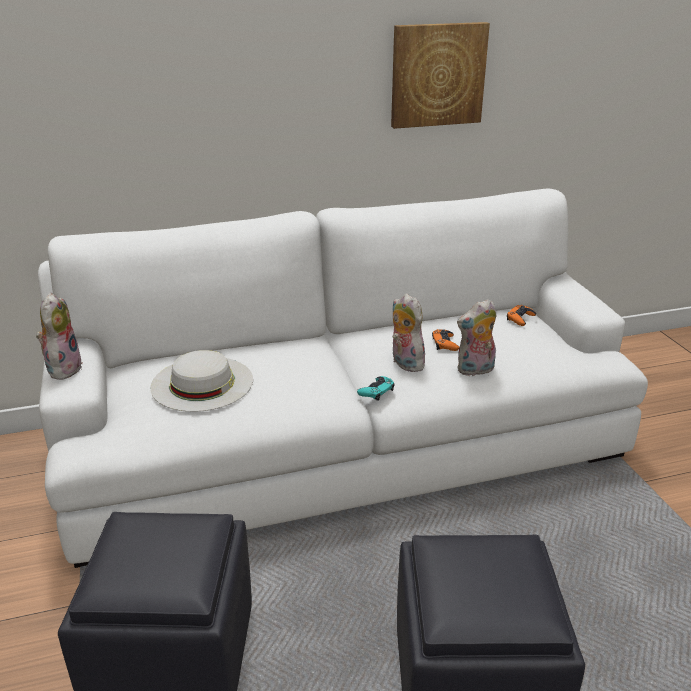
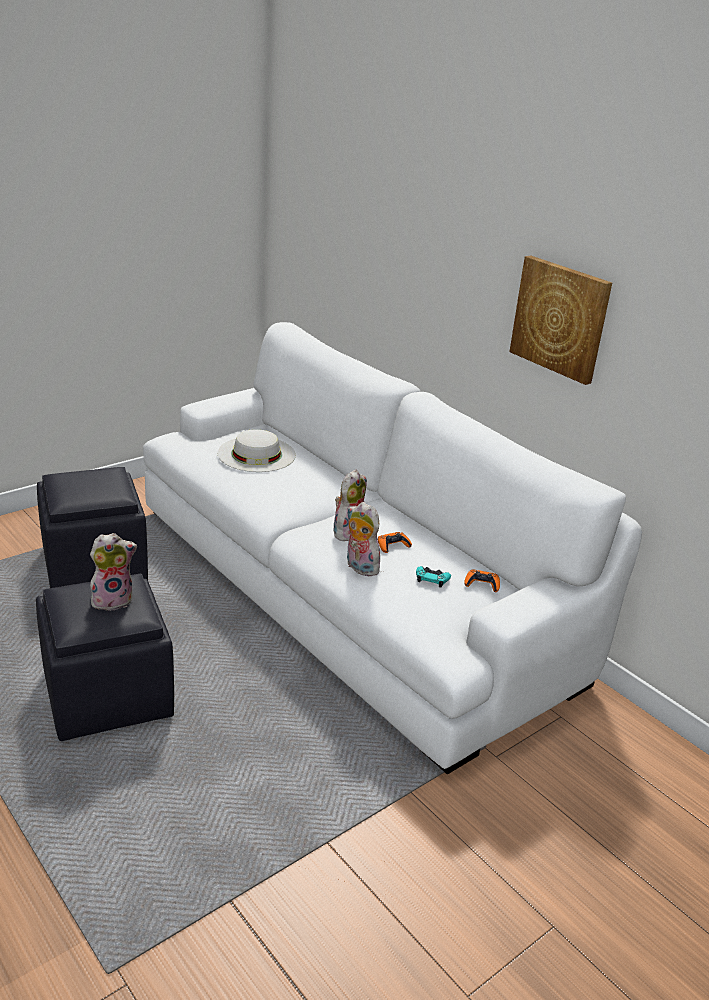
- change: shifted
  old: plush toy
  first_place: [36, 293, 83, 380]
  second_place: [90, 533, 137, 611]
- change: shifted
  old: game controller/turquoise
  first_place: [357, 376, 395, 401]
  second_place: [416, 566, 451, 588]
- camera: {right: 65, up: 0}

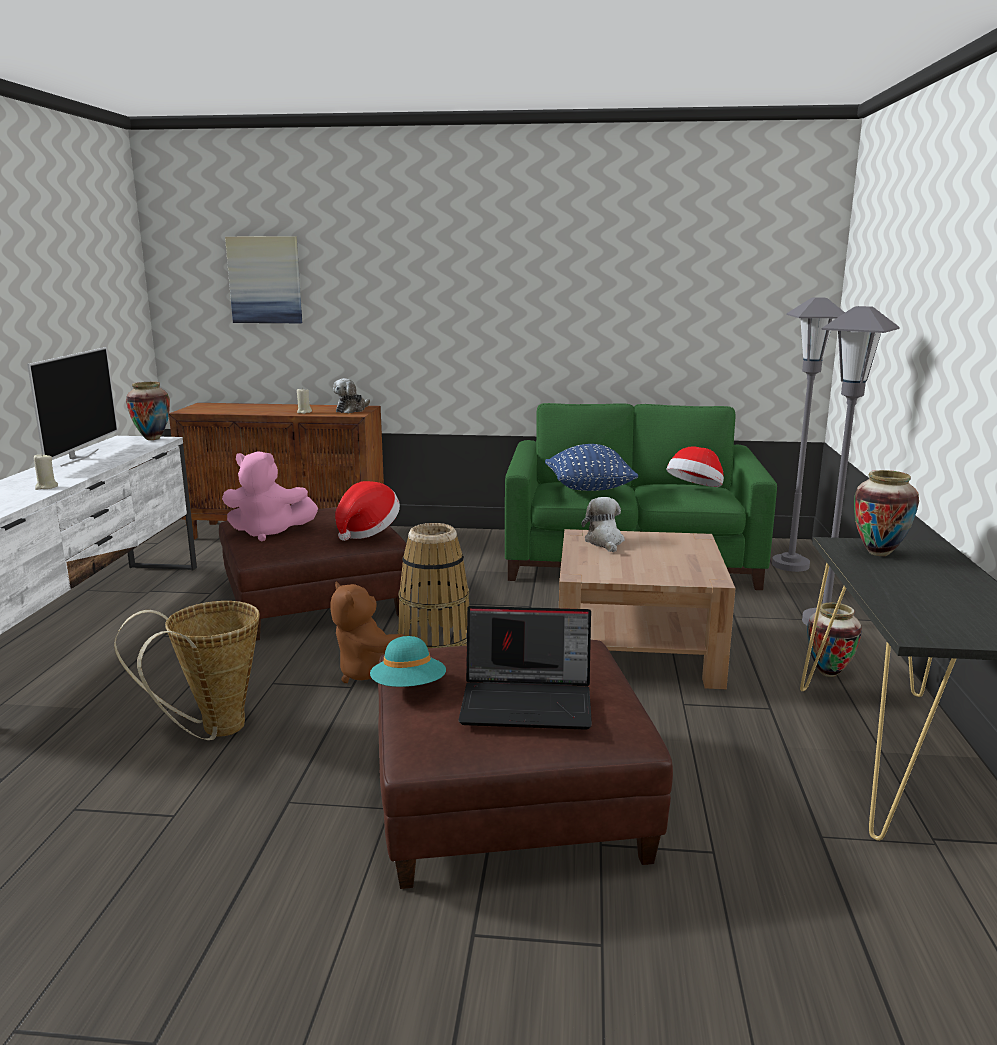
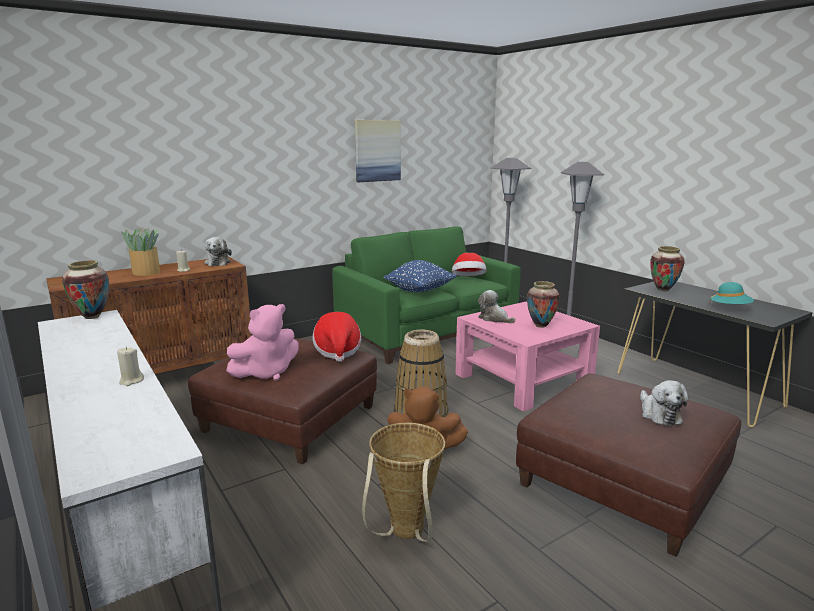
- change: gone
  old: television
  first_place: [27, 347, 118, 467]
- change: new
  new: potted plant
  second_place: [121, 228, 160, 276]
- change: shifted
  old: picture
  first_place: [225, 236, 302, 323]
  second_place: [355, 120, 401, 182]
- change: shifted
  old: hat/turquoise
  first_place: [370, 636, 446, 687]
  second_place: [709, 282, 754, 304]
- change: shifted
  old: vase
  first_place: [807, 602, 862, 677]
  second_place: [527, 281, 560, 328]
- change: swapped
  old: laptop
  new: plush toy
  first_place: [458, 606, 592, 730]
  second_place: [640, 380, 688, 425]
- change: repainted
  old: coffee table/brown
  new: coffee table/pink
  first_place: [559, 529, 736, 689]
  second_place: [455, 301, 600, 412]
- camera: {right: -40, up: 0}

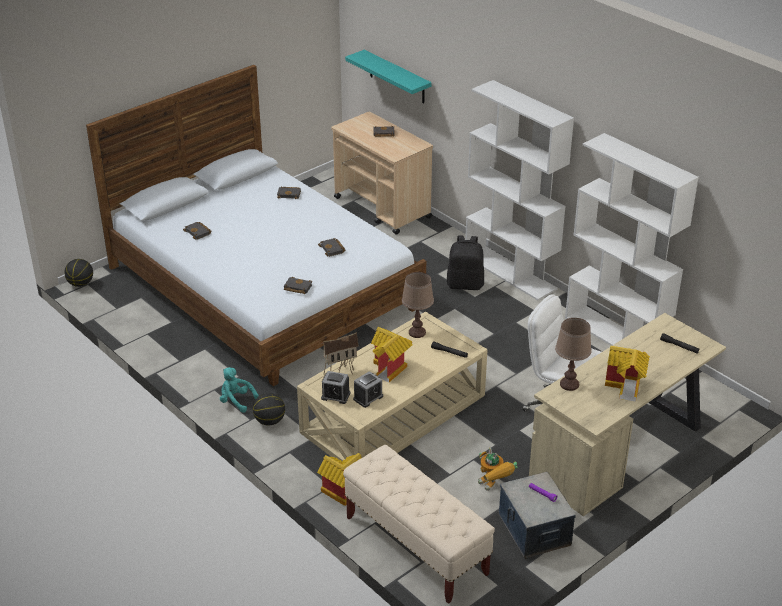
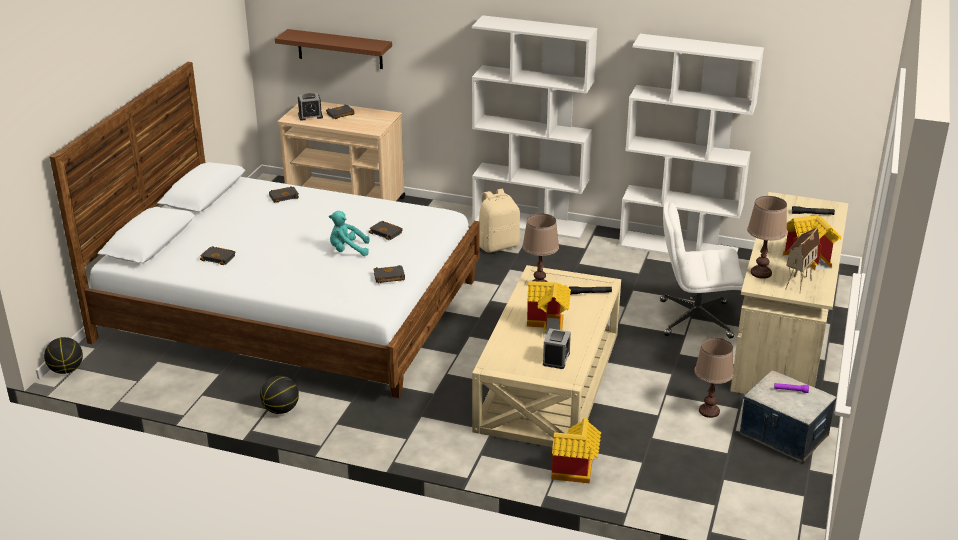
- change: gone
  old: bench/beige
  first_place: [343, 445, 495, 604]
- change: shifted
  old: plush toy/turquoise
  first_place: [220, 367, 259, 413]
  second_place: [329, 211, 370, 256]
- change: shifted
  old: basketball
  first_place: [253, 393, 285, 426]
  second_place: [260, 376, 299, 414]
- change: shifted
  old: toy house
  first_place: [321, 332, 358, 375]
  second_place: [785, 227, 820, 291]
- change: shifted
  old: alarm clock
  first_place: [321, 371, 350, 404]
  second_place: [298, 93, 323, 121]
- change: swapped
  old: toy robot
  new: table lamp/brown
  first_place: [478, 448, 518, 491]
  second_place: [694, 338, 734, 418]
- change: repainted
  old: shelf/turquoise
  new: shelf/brown
  first_place: [345, 50, 432, 104]
  second_place: [275, 29, 392, 69]
- change: repainted
  old: backpack/black
  new: backpack/beige
  first_place: [447, 235, 484, 290]
  second_place: [479, 189, 520, 253]
- camera: {right: -30, up: -5}

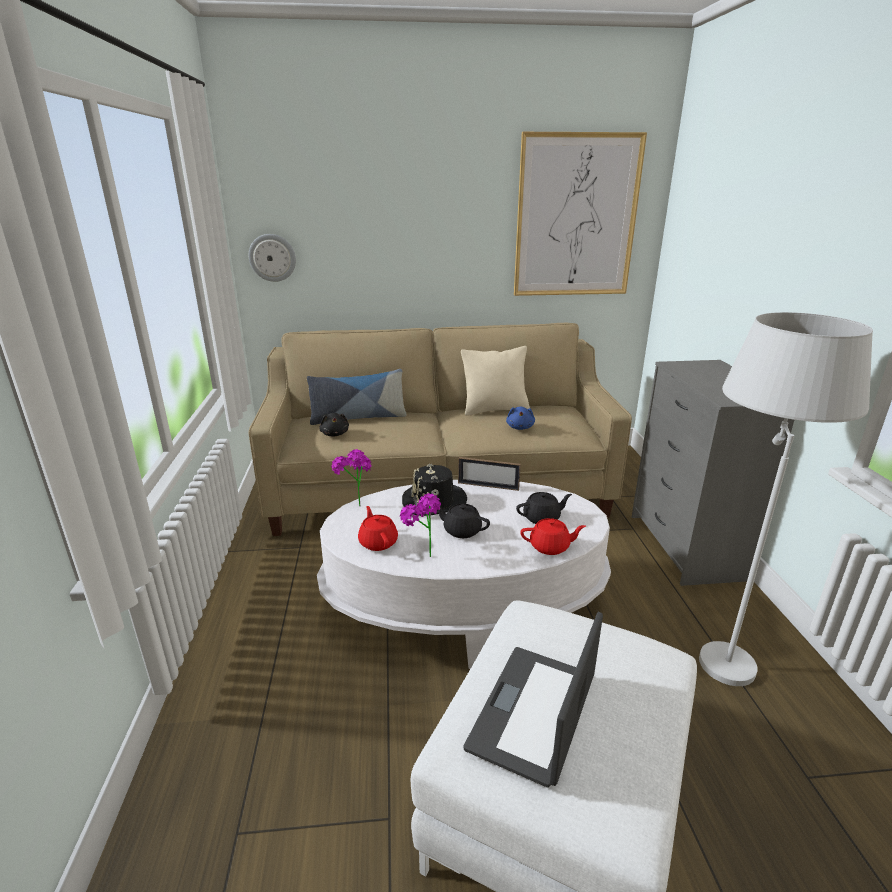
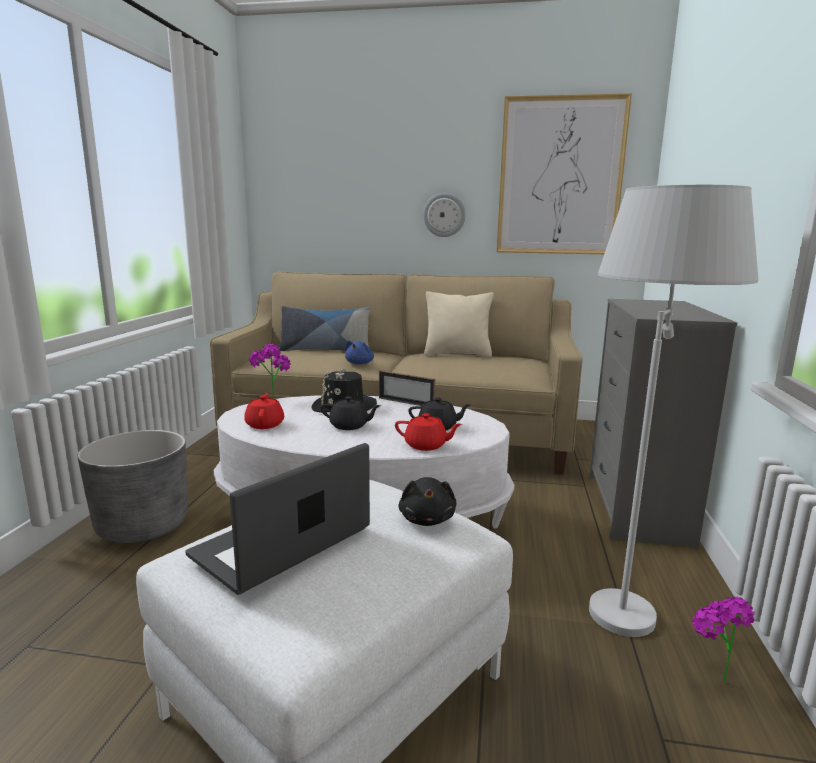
- change: new
  new: planter/grey
  second_place: [77, 430, 188, 543]
- change: shifted
  old: wall clock
  first_place: [249, 234, 296, 282]
  second_place: [423, 193, 466, 237]
- change: shifted
  old: plush toy/black
  first_place: [319, 413, 349, 437]
  second_place: [399, 477, 456, 526]
- change: shifted
  old: potted plant
  first_place: [400, 493, 441, 557]
  second_place: [692, 597, 755, 683]
- change: shifted
  old: plush toy/blue
  first_place: [506, 407, 535, 430]
  second_place: [345, 340, 374, 365]
- change: rotated
  old: teapot/black
  first_place: [438, 504, 490, 538]
  second_place: [321, 396, 381, 430]
  degrees: 150
- camera: {right: 15, up: -10}

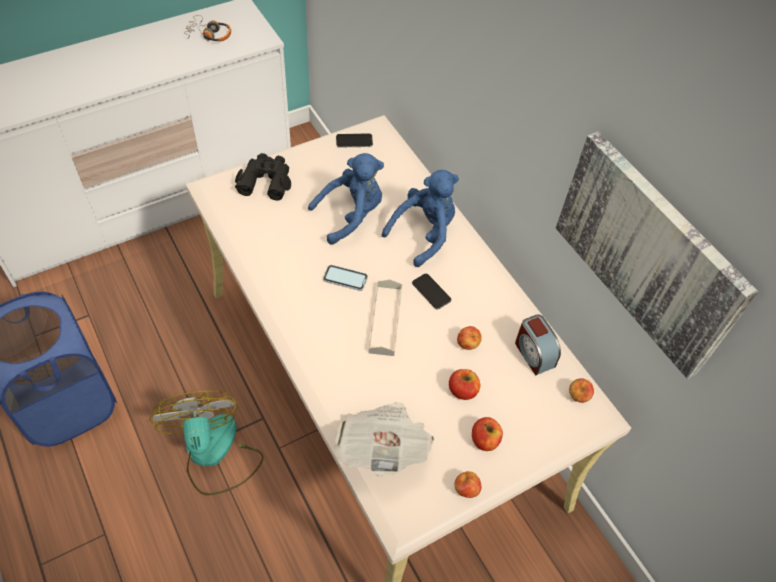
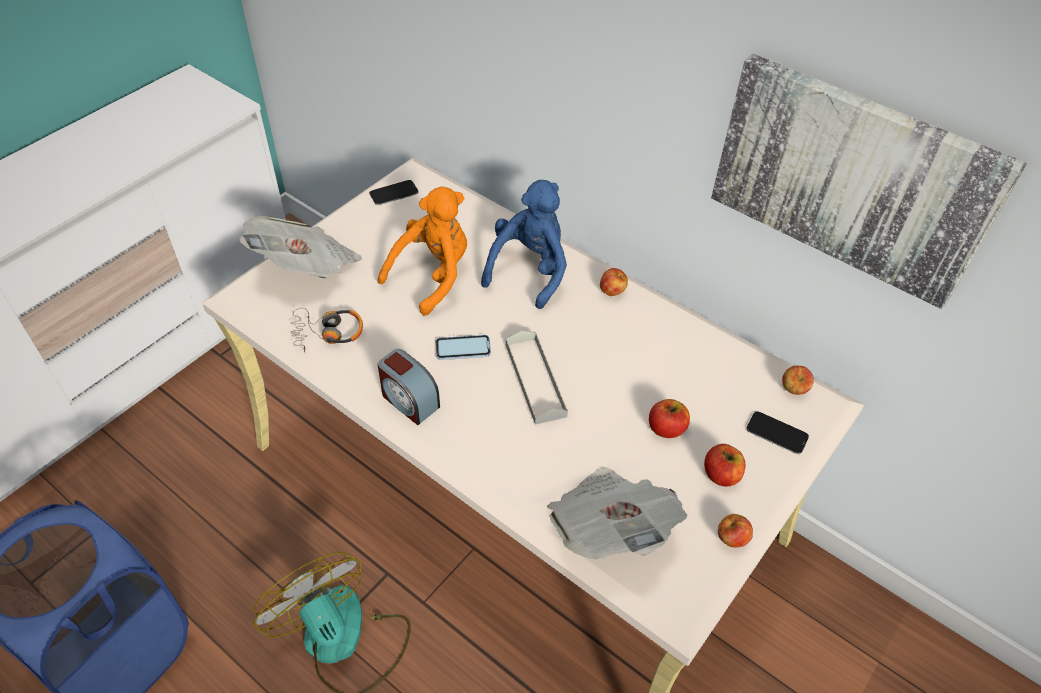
- change: shifted
  old: headphones
  first_place: [184, 15, 231, 42]
  second_place: [290, 308, 363, 353]
- change: shifted
  old: phone
  first_place: [412, 274, 451, 309]
  second_place: [746, 411, 809, 454]
- change: shifted
  old: apple
  first_place: [457, 326, 482, 350]
  second_place: [600, 268, 628, 296]
- change: shifted
  old: alarm clock
  first_place: [515, 314, 561, 375]
  second_place: [378, 349, 440, 425]
- change: swapped
  old: binoculars/black
  new: newspaper
  first_place: [235, 153, 291, 200]
  second_place: [238, 216, 362, 278]
- change: repainted
  old: plush toy/blue
  new: plush toy/orange
  first_place: [308, 153, 384, 245]
  second_place: [377, 187, 467, 315]
- camera: {right: -20, up: -5}

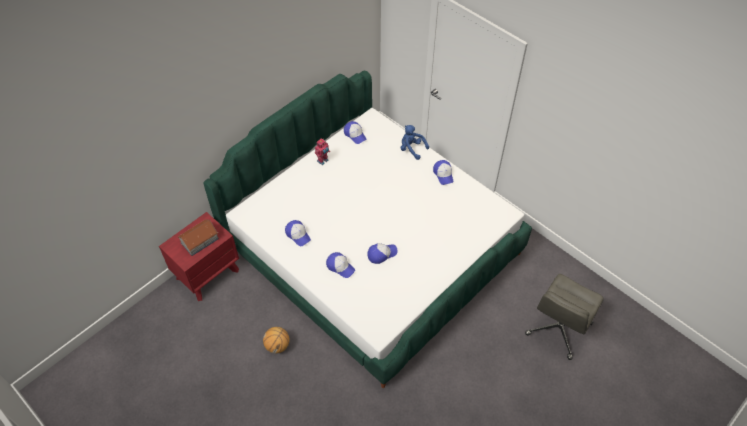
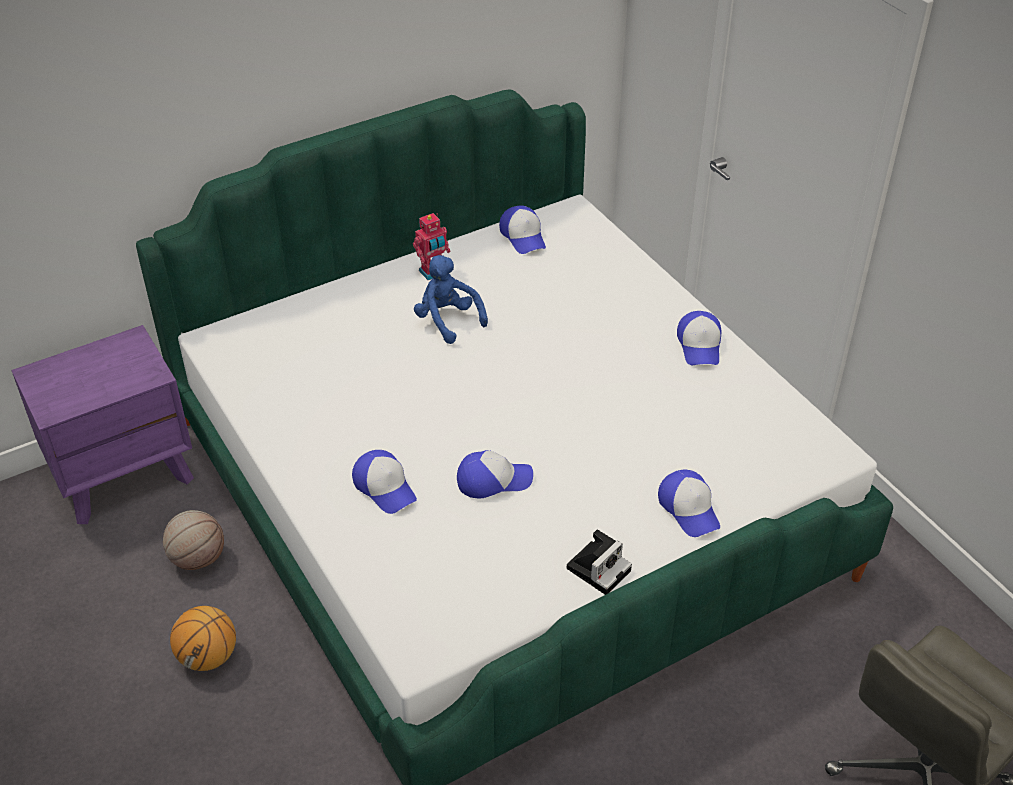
- change: gone
  old: toy house
  first_place: [178, 219, 219, 256]
- change: new
  new: basketball
  second_place: [163, 510, 224, 570]
- change: new
  new: photo camera
  second_place: [567, 529, 632, 595]
- change: shifted
  old: cap
  first_place: [285, 220, 311, 246]
  second_place: [658, 470, 720, 537]
- change: shifted
  old: plush toy/blue
  first_place: [400, 125, 429, 160]
  second_place: [414, 255, 488, 344]
- change: repainted
  old: nightstand/red
  new: nightstand/purple
  first_place: [159, 212, 239, 301]
  second_place: [11, 325, 194, 524]
- camera: {right: 15, up: -10}

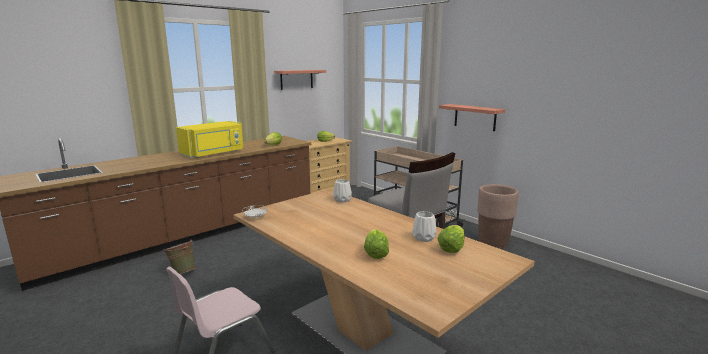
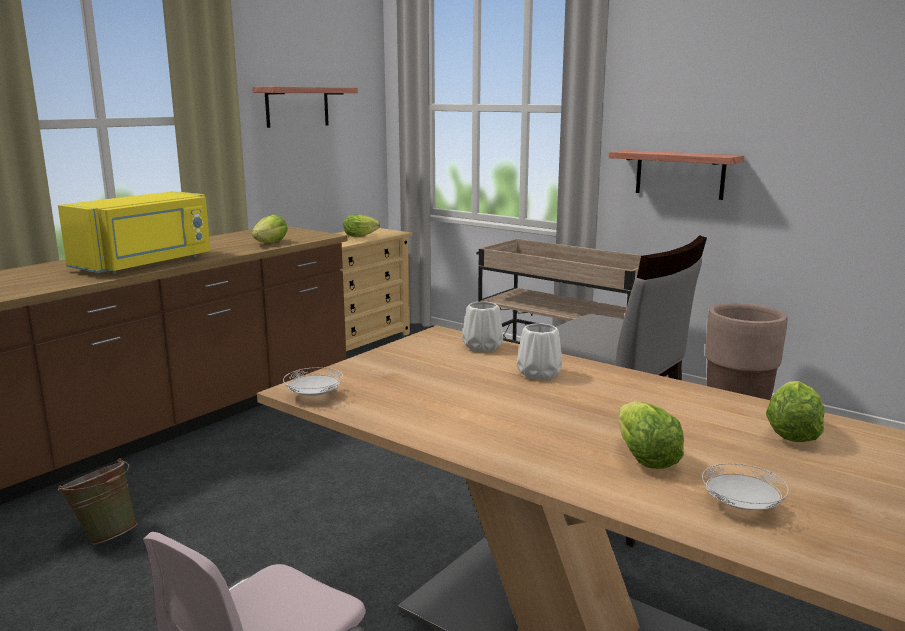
- change: new
  new: plate/white
  second_place: [702, 463, 789, 510]
- change: shifted
  old: vase/white
  first_place: [412, 211, 436, 242]
  second_place: [517, 323, 562, 380]
- camera: {right: -10, up: 0}

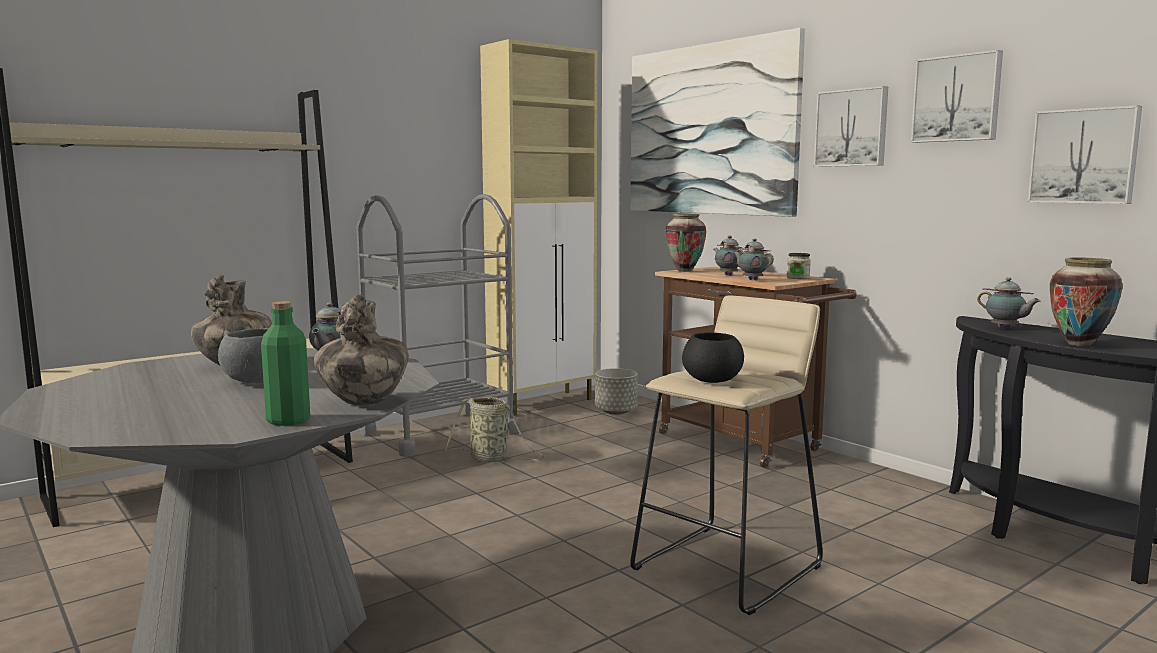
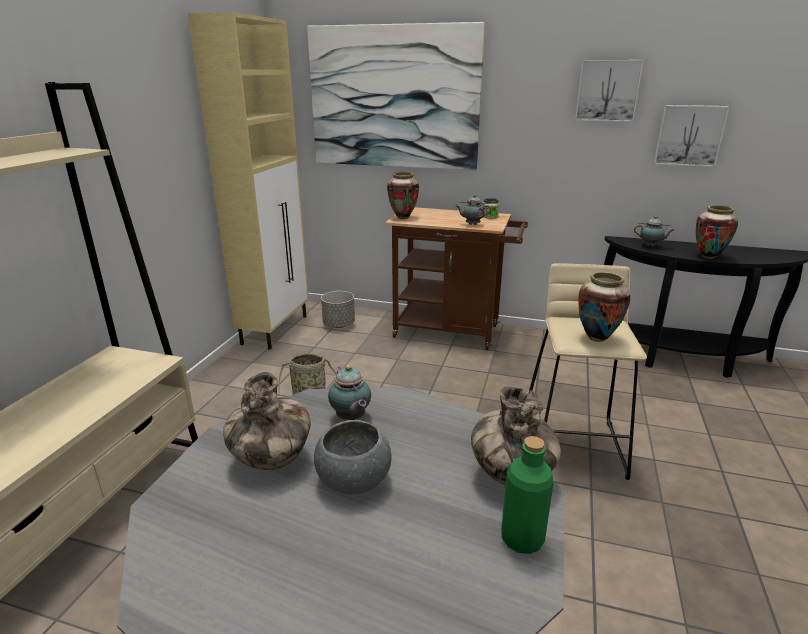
- change: gone
  old: cart/grey
  first_place: [356, 194, 519, 457]
- change: gone
  old: teapot
  first_place: [713, 236, 744, 276]
- change: gone
  old: picture
  first_place: [814, 86, 888, 167]
- change: swapped
  old: bowl/black
  new: vase
  first_place: [682, 332, 744, 383]
  second_place: [578, 272, 630, 342]
- camera: {right: -35, up: 15}

